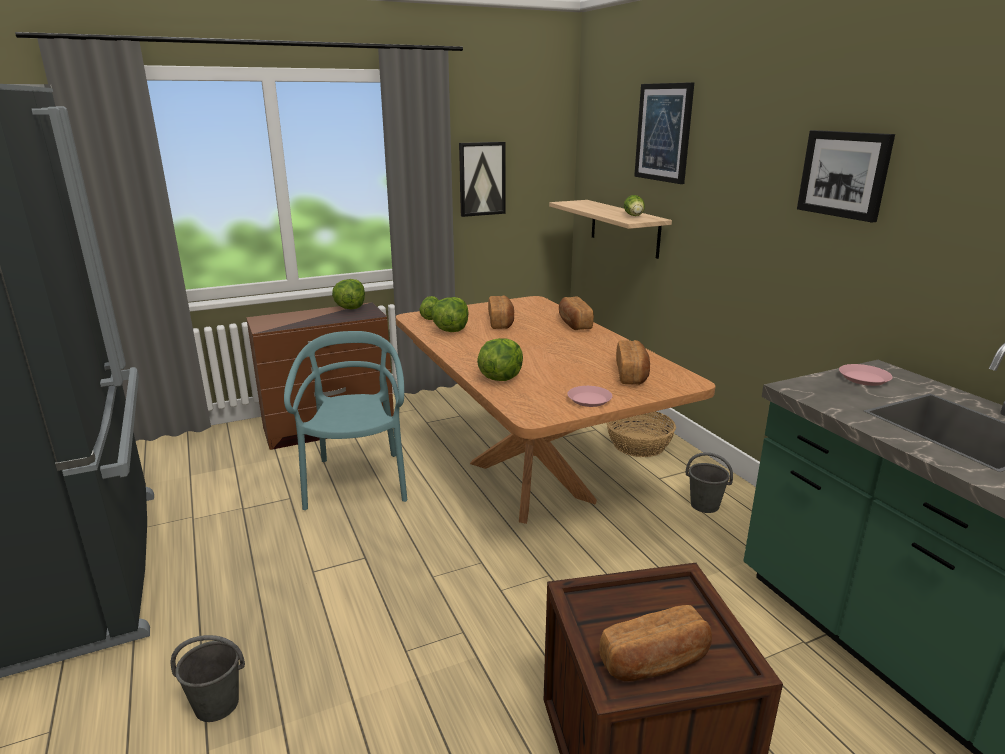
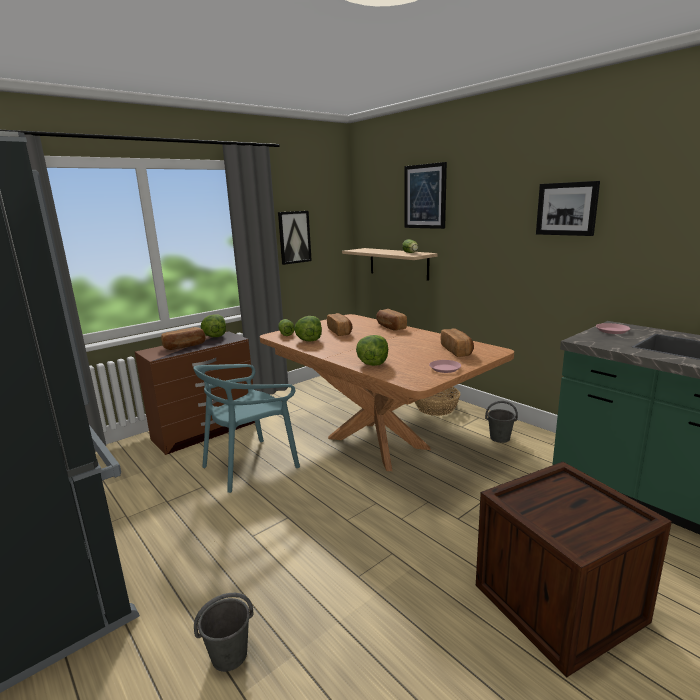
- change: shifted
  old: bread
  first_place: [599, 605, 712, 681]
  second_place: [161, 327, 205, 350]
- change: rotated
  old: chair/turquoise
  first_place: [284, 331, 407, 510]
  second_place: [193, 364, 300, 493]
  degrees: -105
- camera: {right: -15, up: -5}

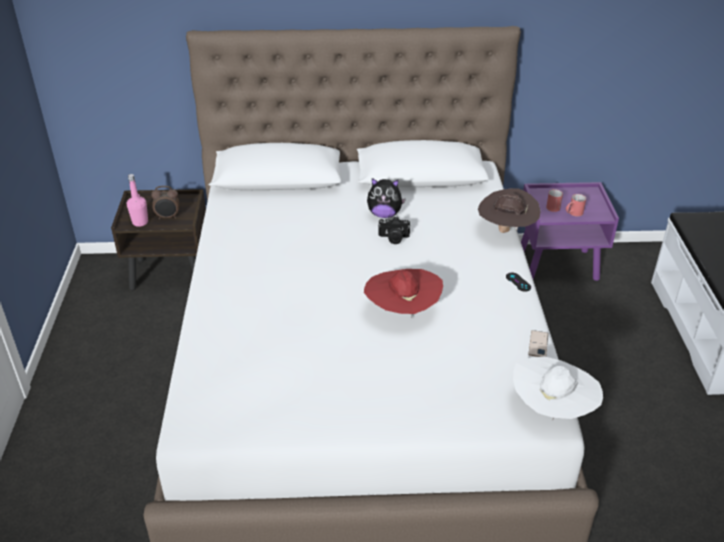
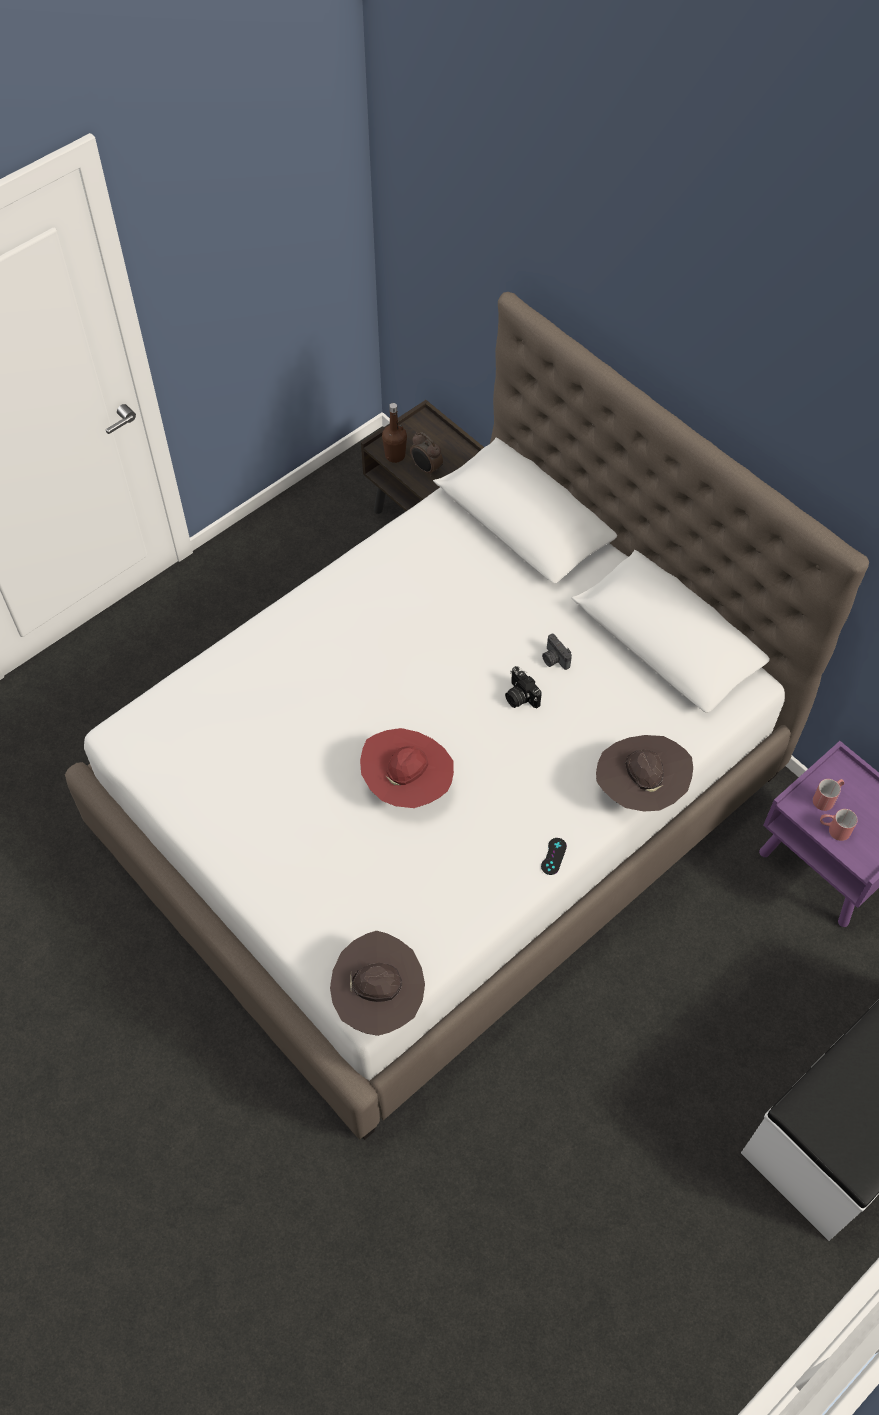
- change: gone
  old: phone
  first_place: [528, 330, 548, 357]
- change: swapped
  old: plush toy
  new: photo camera
  first_place: [367, 178, 406, 218]
  second_place: [542, 634, 572, 670]
- change: repainted
  old: bottle/pink
  new: bottle/brown
  first_place: [127, 174, 148, 227]
  second_place: [382, 403, 407, 463]
- change: repainted
  old: hat/white
  new: hat/brown
  first_place: [513, 357, 603, 421]
  second_place: [330, 931, 425, 1036]
- camera: {right: 50, up: 20}

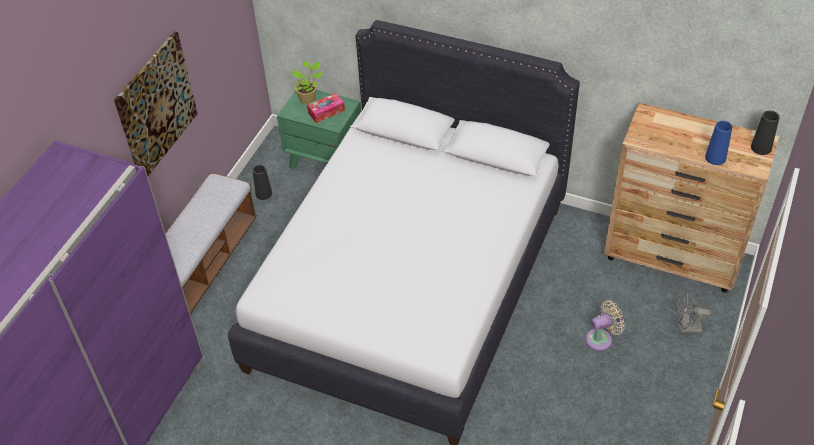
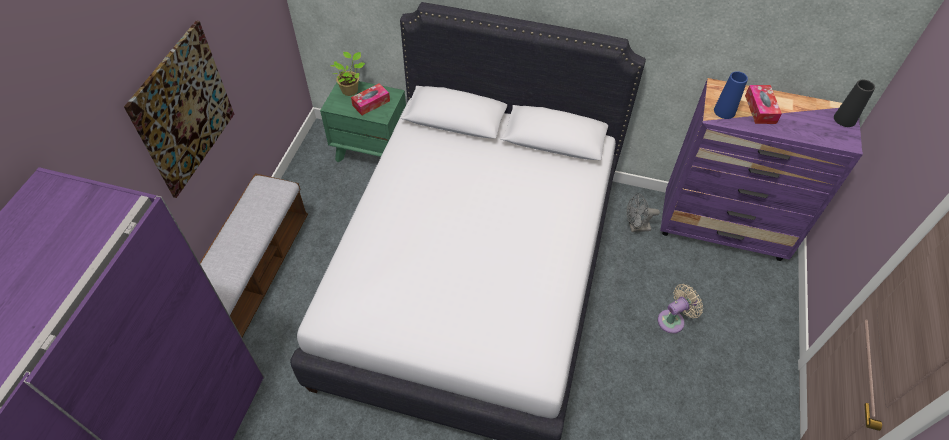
- change: gone
  old: vase/black
  first_place: [253, 165, 272, 200]
- change: new
  new: tissue box
  second_place: [745, 85, 782, 124]
- change: shifted
  old: fan/grey
  first_place: [675, 291, 711, 333]
  second_place: [627, 193, 660, 232]
- change: shifted
  old: vase/blue
  first_place: [705, 121, 732, 165]
  second_place: [714, 71, 748, 119]
- change: repainted
  old: dresser/brown
  new: dresser/purple
  first_place: [604, 103, 779, 293]
  second_place: [660, 78, 863, 261]
- camera: {right: -10, up: 5}

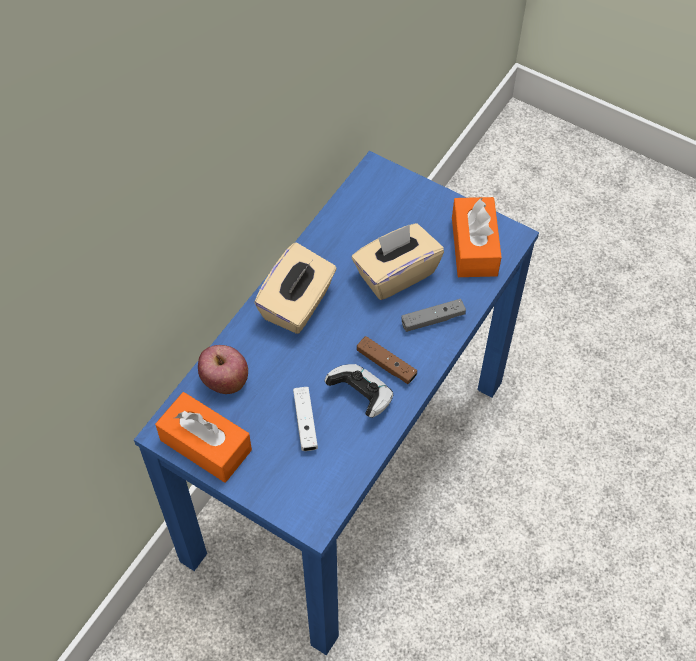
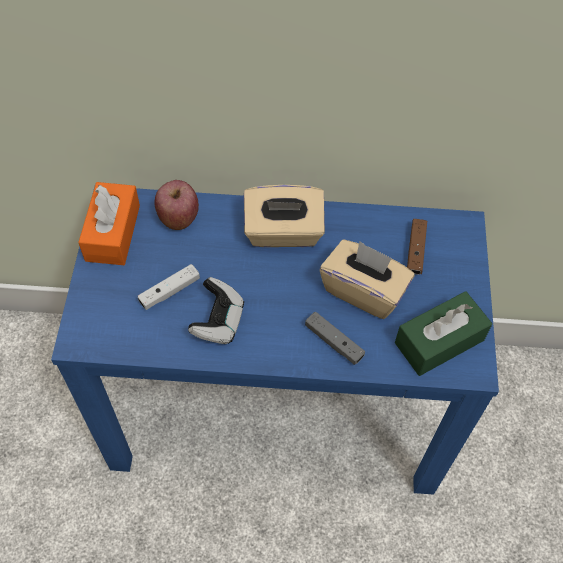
- change: shifted
  old: game controller/brown
  first_place: [357, 336, 417, 384]
  second_place: [407, 219, 427, 275]
- change: repainted
  old: tissue box/orange
  new: tissue box/green
  first_place: [452, 197, 502, 277]
  second_place: [395, 291, 492, 376]
- camera: {right: 60, up: 0}

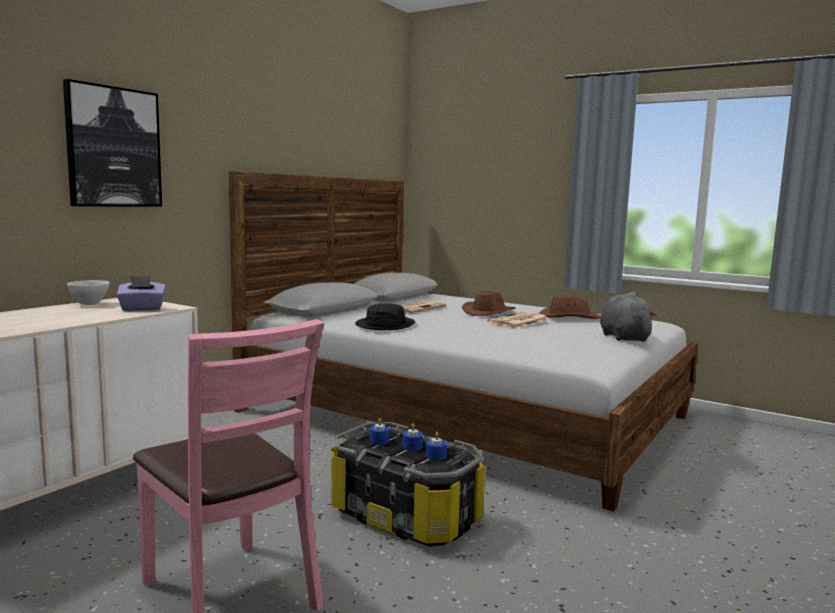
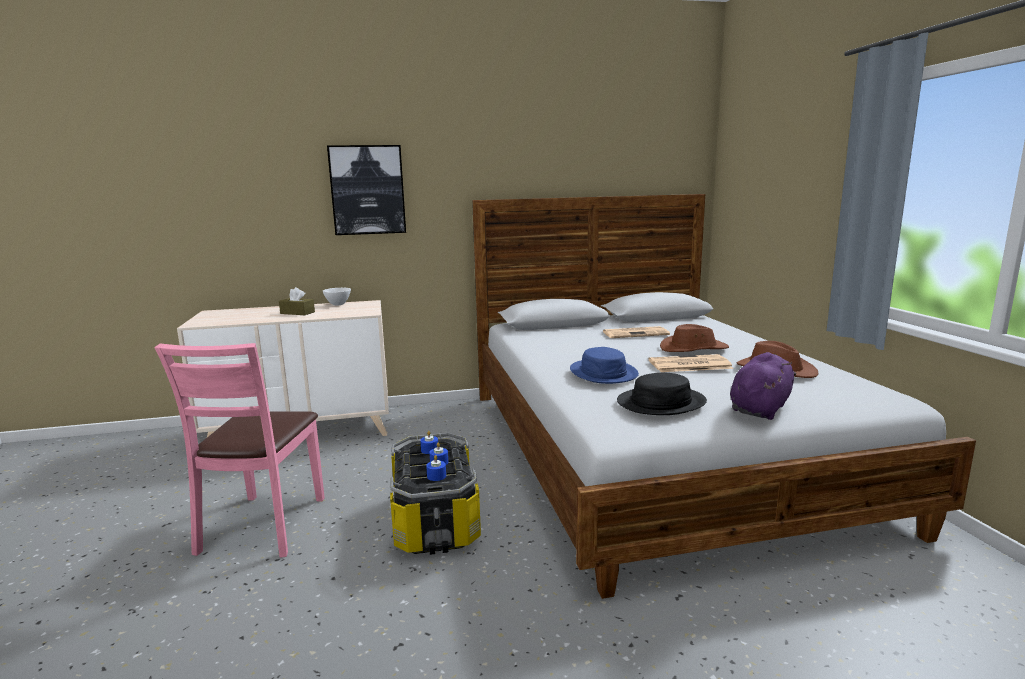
- change: gone
  old: tissue box/purple
  first_place: [117, 276, 166, 311]
- change: new
  new: tissue box/brown
  second_place: [279, 287, 315, 315]
- change: new
  new: hat/blue
  second_place: [570, 347, 639, 384]
- change: shifted
  old: hat/black
  first_place: [355, 304, 415, 330]
  second_place: [617, 373, 707, 415]
- change: repainted
  old: plush toy/grey
  new: plush toy/purple
  first_place: [600, 292, 657, 342]
  second_place: [730, 352, 796, 420]
- camera: {right: 45, up: 5}

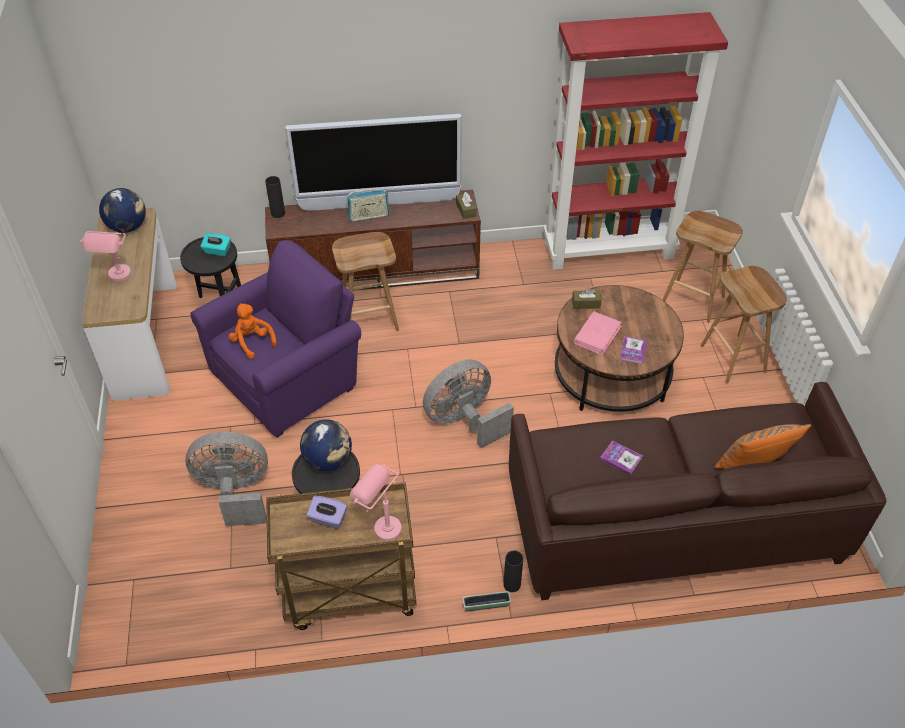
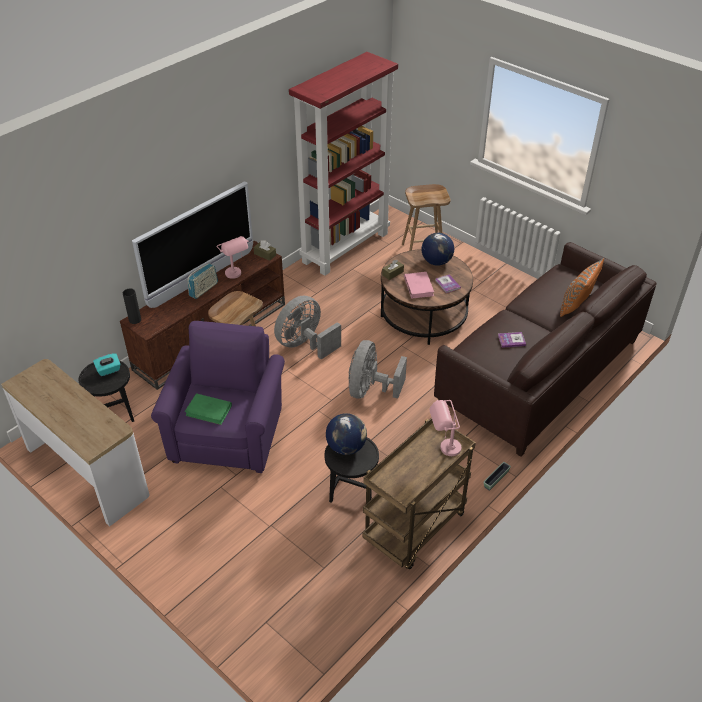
- change: gone
  old: tissue box/purple
  first_place: [307, 496, 347, 529]
- change: gone
  old: vase/black
  first_place: [503, 550, 523, 592]
- change: gone
  old: stool/brown
  first_place: [700, 266, 787, 384]
- change: shifted
  old: table lamp/pink
  first_place: [80, 231, 131, 281]
  second_place: [216, 236, 249, 279]
- change: shifted
  old: globe
  first_place: [99, 188, 146, 233]
  second_place: [422, 233, 454, 266]
- change: shifted
  old: fan/grey
  first_place: [185, 432, 268, 526]
  second_place: [274, 295, 341, 360]
- change: swapped
  old: plush toy/orange
  new: book/green
  first_place: [229, 303, 277, 359]
  second_place: [185, 393, 232, 425]
- camera: {right: -40, up: -5}

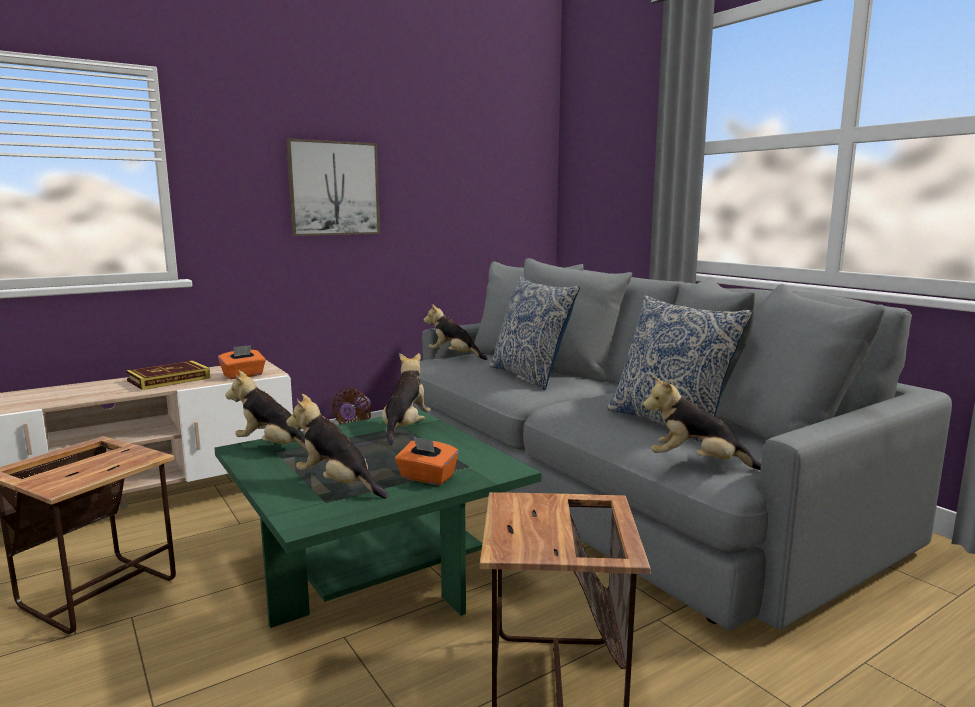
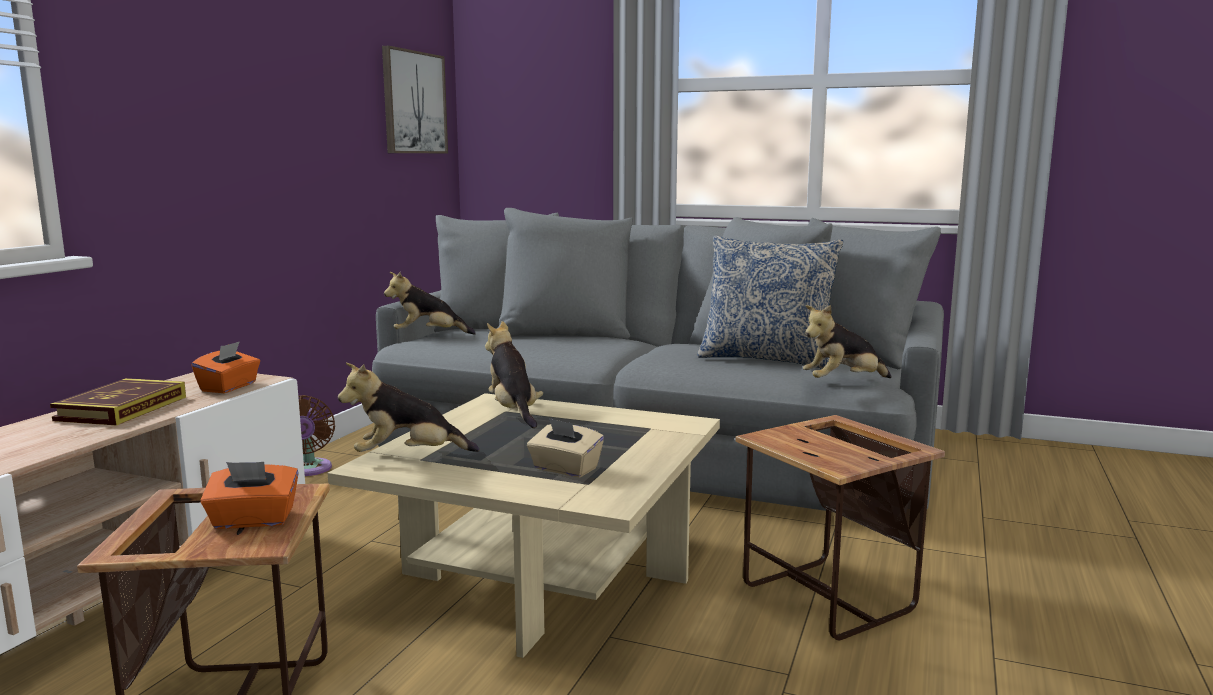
- change: gone
  old: pillow
  first_place: [490, 277, 580, 390]
- change: shifted
  old: picture
  first_place: [286, 138, 380, 236]
  second_place: [382, 46, 448, 153]
- change: shifted
  old: tissue box/orange
  first_place: [395, 436, 459, 485]
  second_place: [200, 462, 299, 529]
- change: swapped
  old: plush toy
  new: tissue box/beige
  first_place: [286, 394, 389, 499]
  second_place: [527, 418, 604, 477]
- change: repainted
  old: coffee table/green
  new: coffee table/beige
  first_place: [215, 409, 541, 628]
  second_place: [327, 393, 720, 658]
- camera: {right: -35, up: 0}

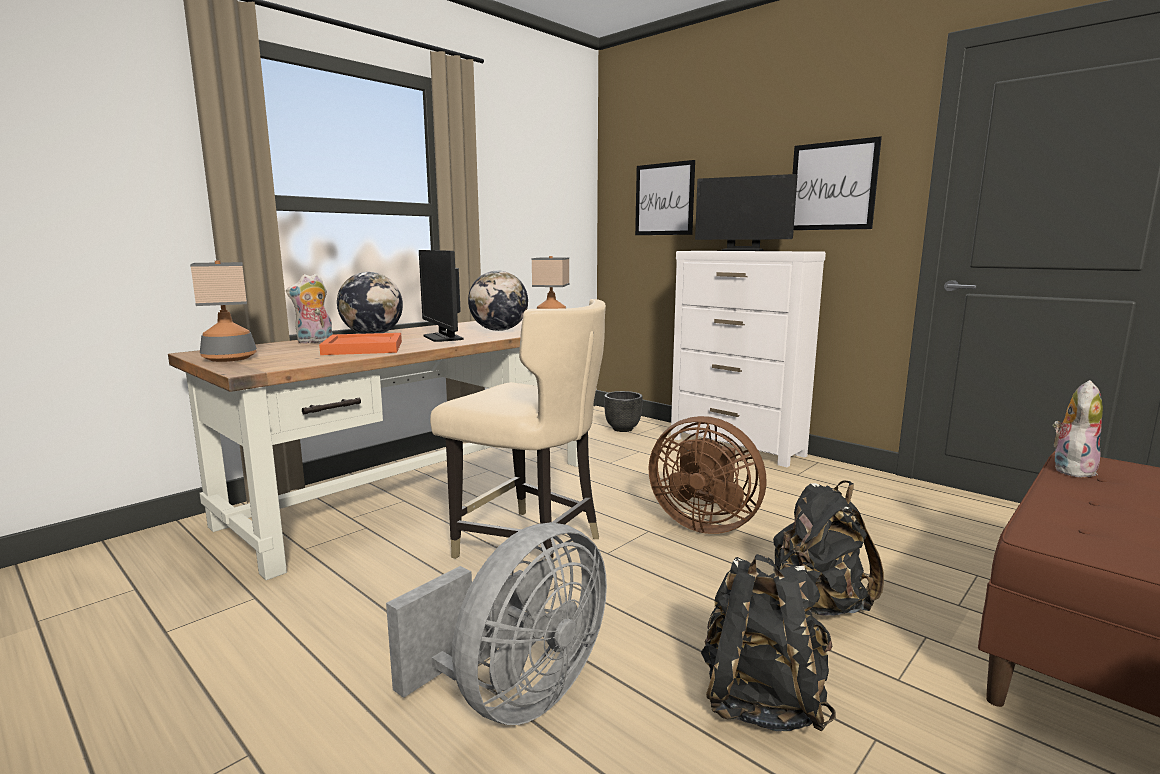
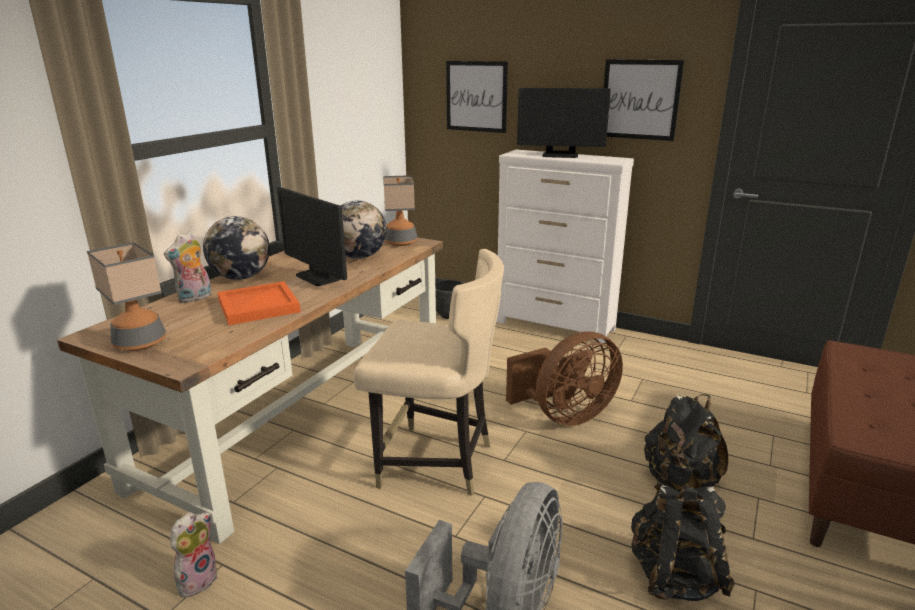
- change: shifted
  old: plush toy
  first_place: [1051, 380, 1103, 478]
  second_place: [170, 512, 218, 598]
- change: rotated
  old: fan/brown
  first_place: [649, 416, 767, 534]
  second_place: [506, 332, 623, 426]
  degrees: -45
- camera: {right: -15, up: 10}

